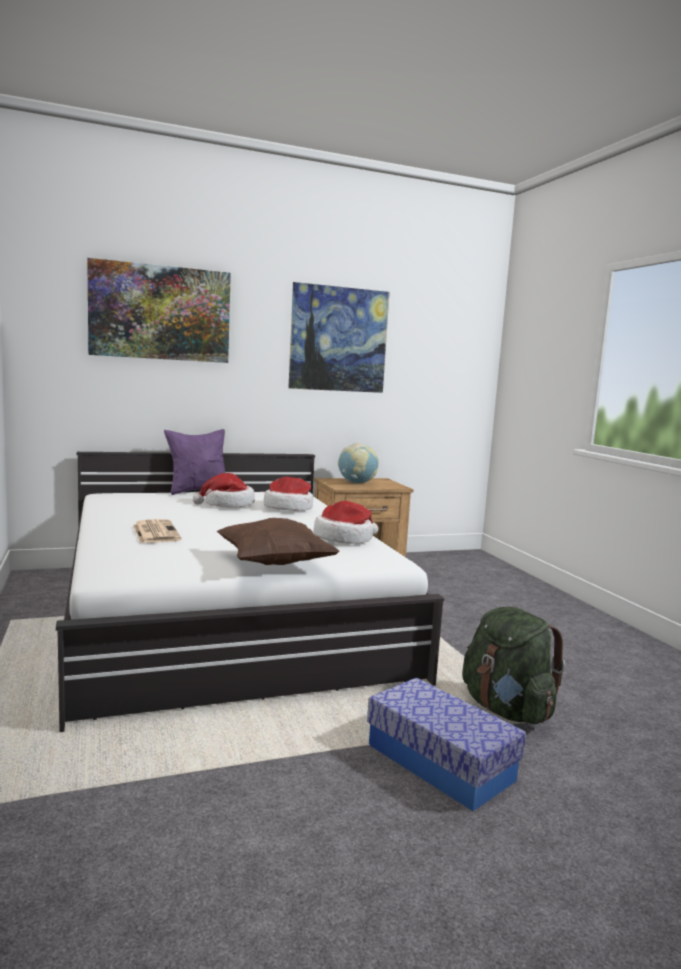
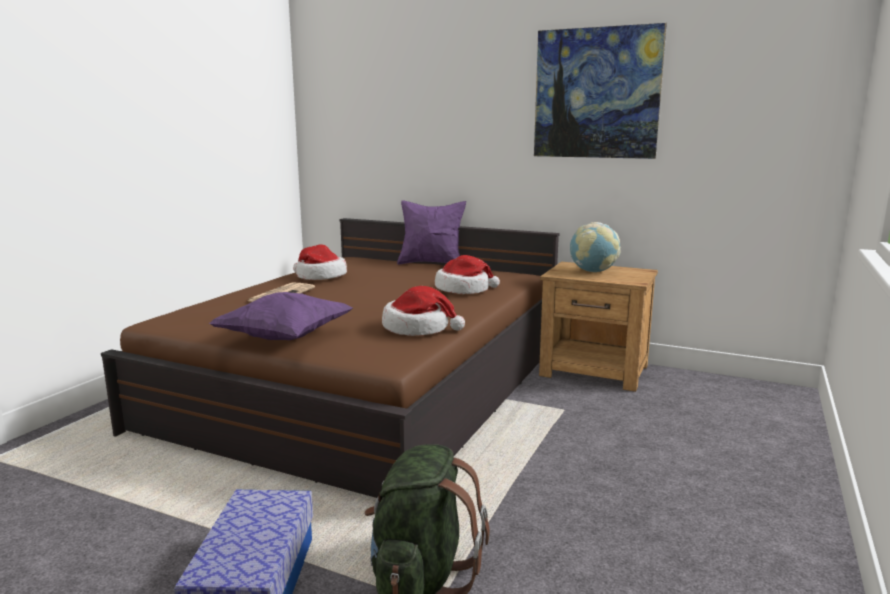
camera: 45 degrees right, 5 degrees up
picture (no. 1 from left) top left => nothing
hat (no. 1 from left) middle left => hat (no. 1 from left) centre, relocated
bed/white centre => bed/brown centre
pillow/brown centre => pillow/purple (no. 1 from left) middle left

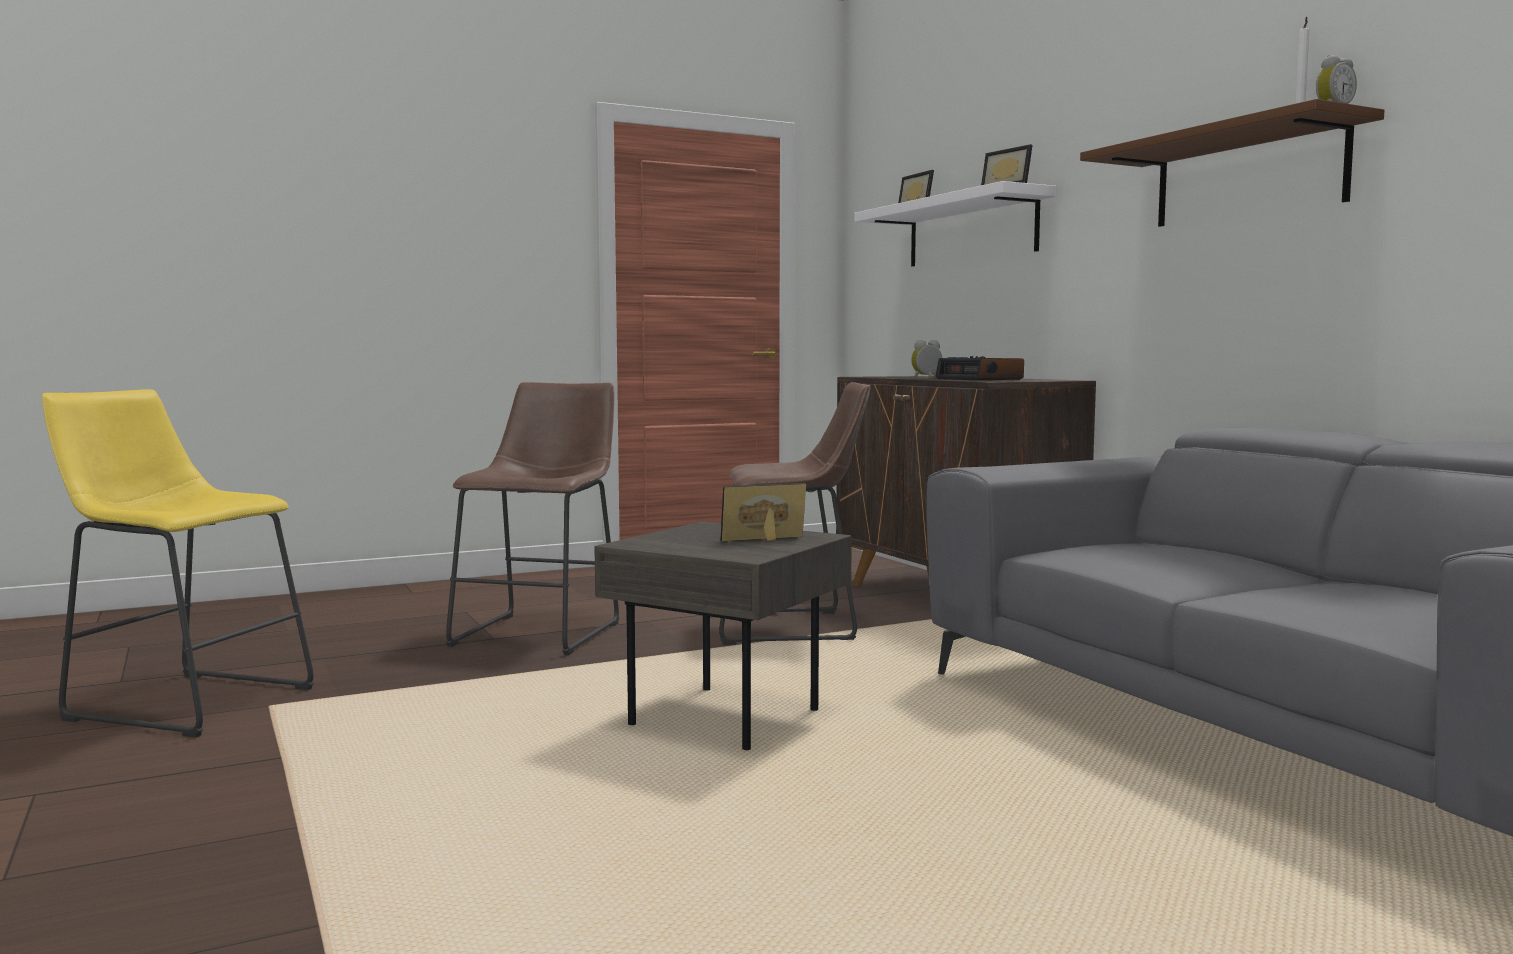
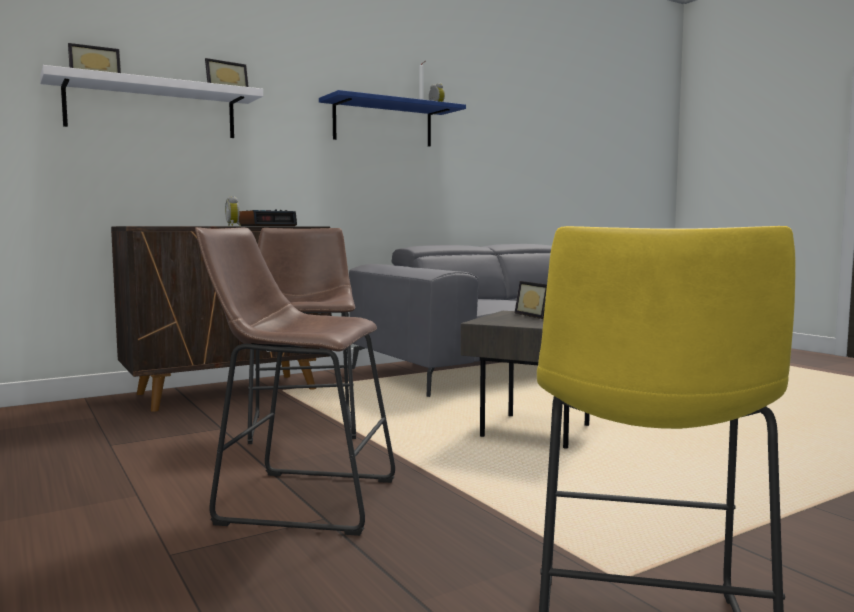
camera: 95 degrees left, 0 degrees up
shelf/brown top right => shelf/blue top centre

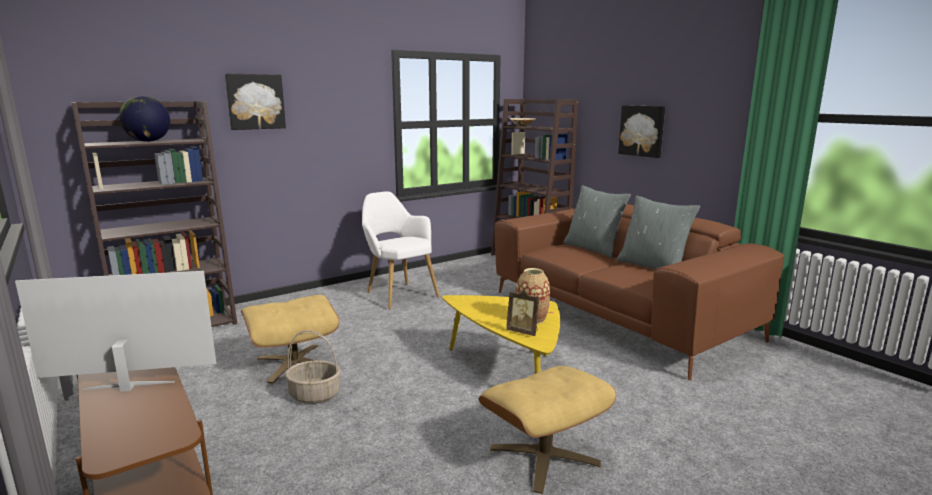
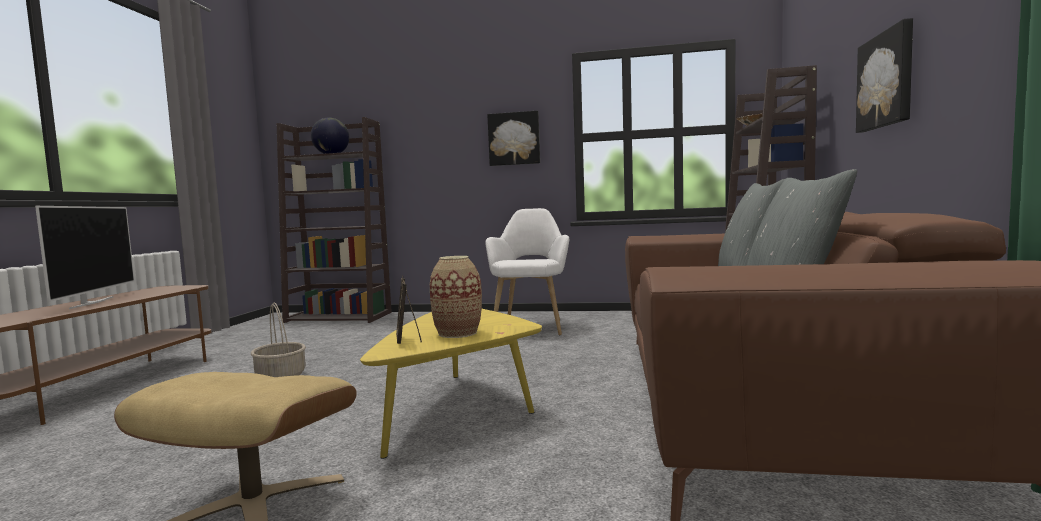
camera: 45 degrees right, 10 degrees down
ottoman/beige (no. 1 from left) bottom left => nothing
picture (no. 1 from left) top left => picture (no. 1 from left) top centre, relocated
television bottom left => television middle left, 45 degrees clockwise

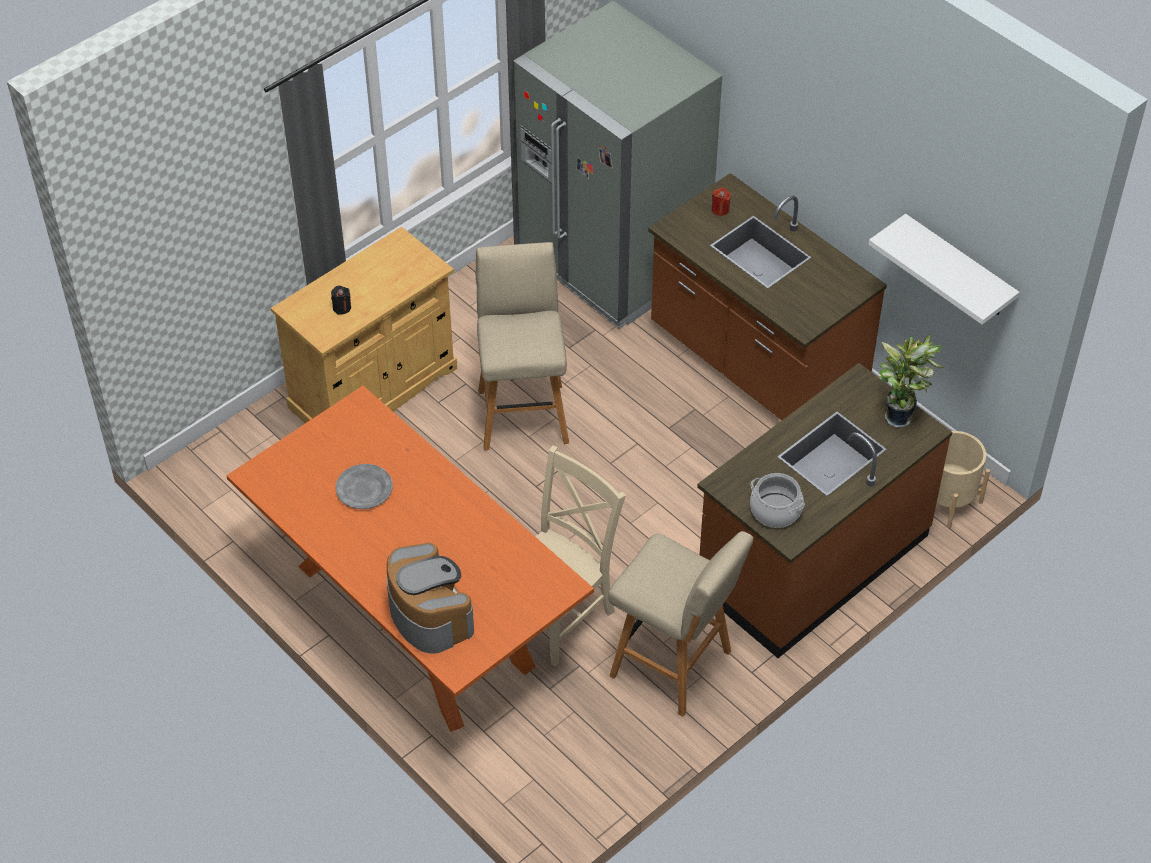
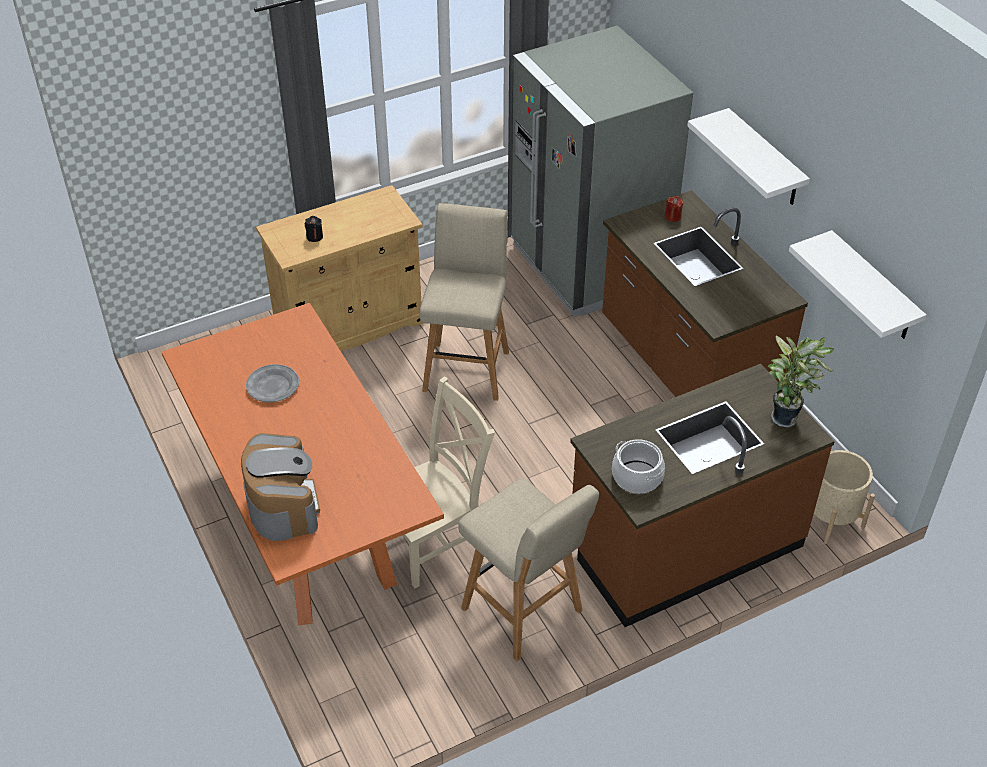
camera: 15 degrees right, 5 degrees down
nothing => shelf/white (no. 1 from left) top right

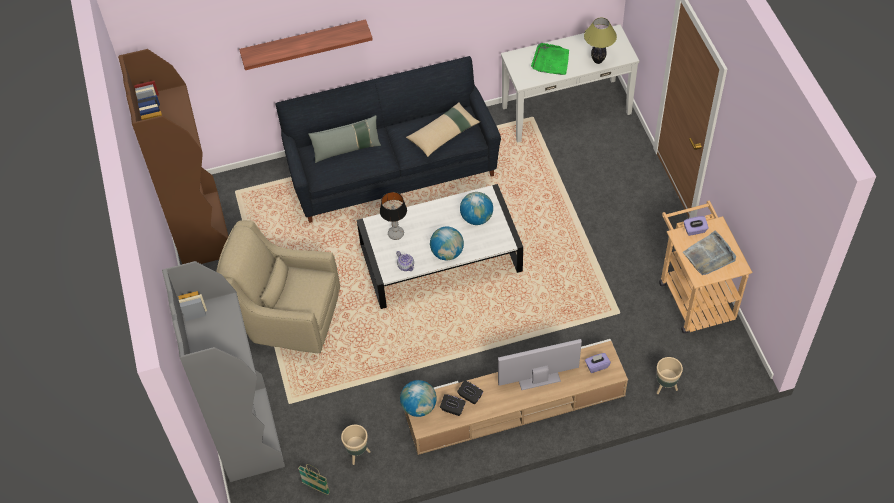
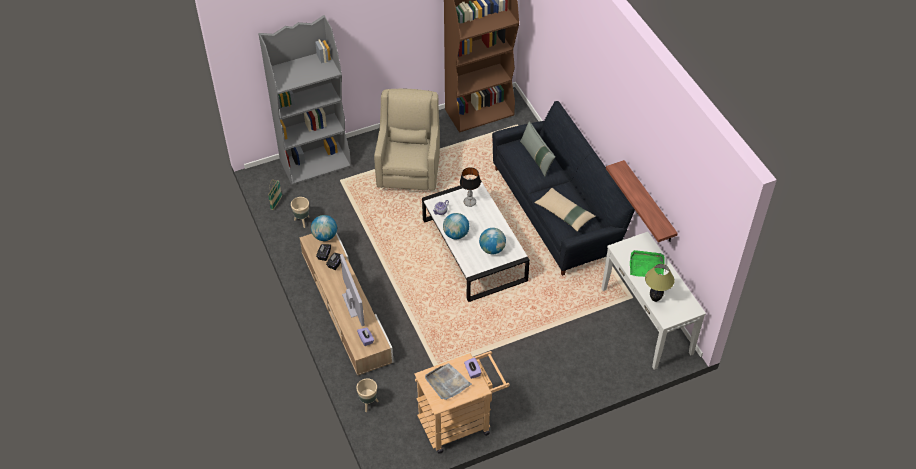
camera: 80 degrees right, 5 degrees down
shelf top centre => shelf middle right, relocated

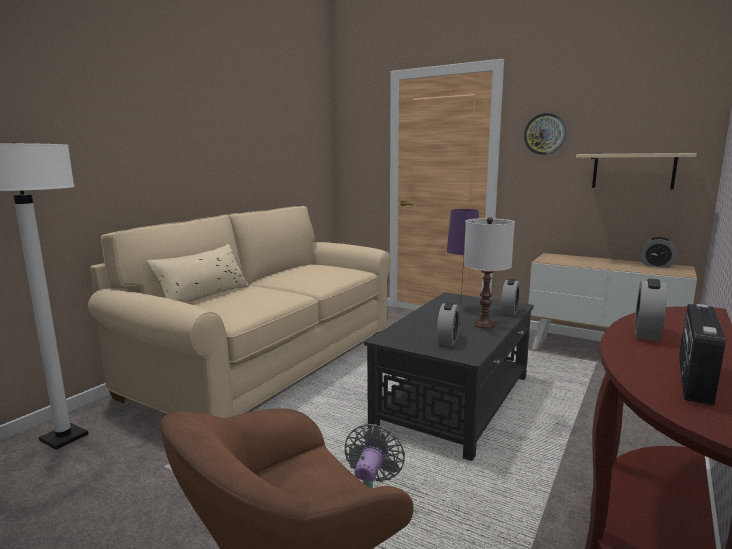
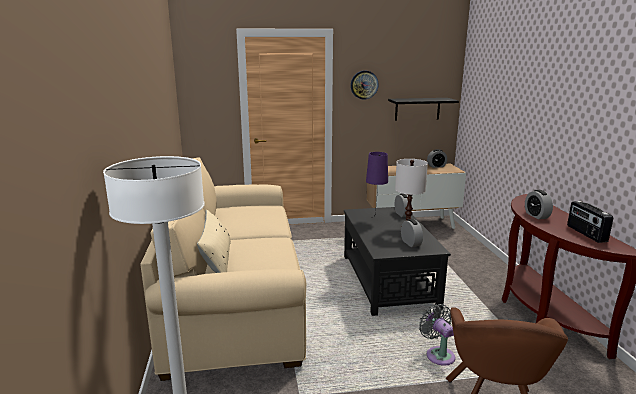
camera: 40 degrees left, 5 degrees up
shelf/beige top right => shelf/black top centre

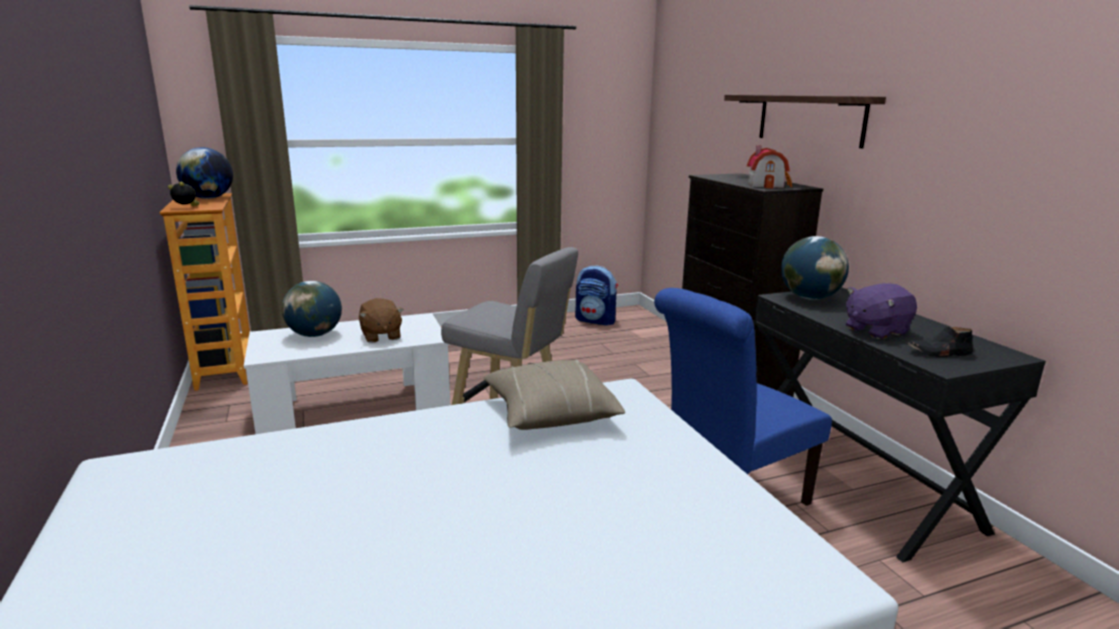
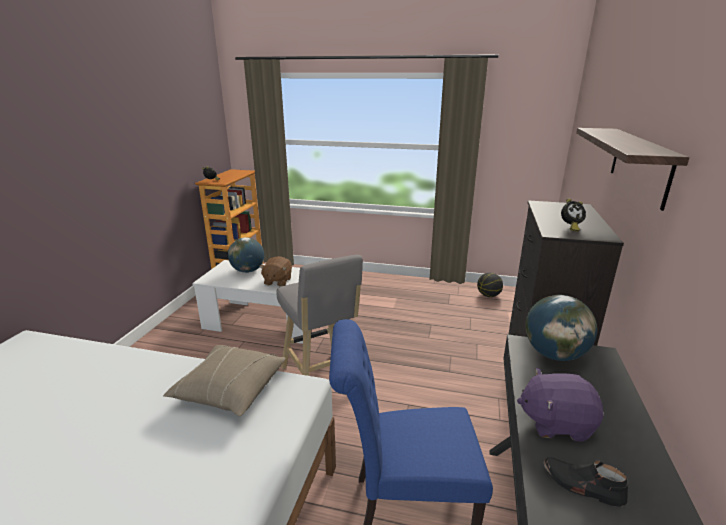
camera: 35 degrees right, 5 degrees up
globe (no. 1 from left) top left => nothing
backpack centre => basketball middle right
toy house top right => alarm clock (no. 2 from left) middle right

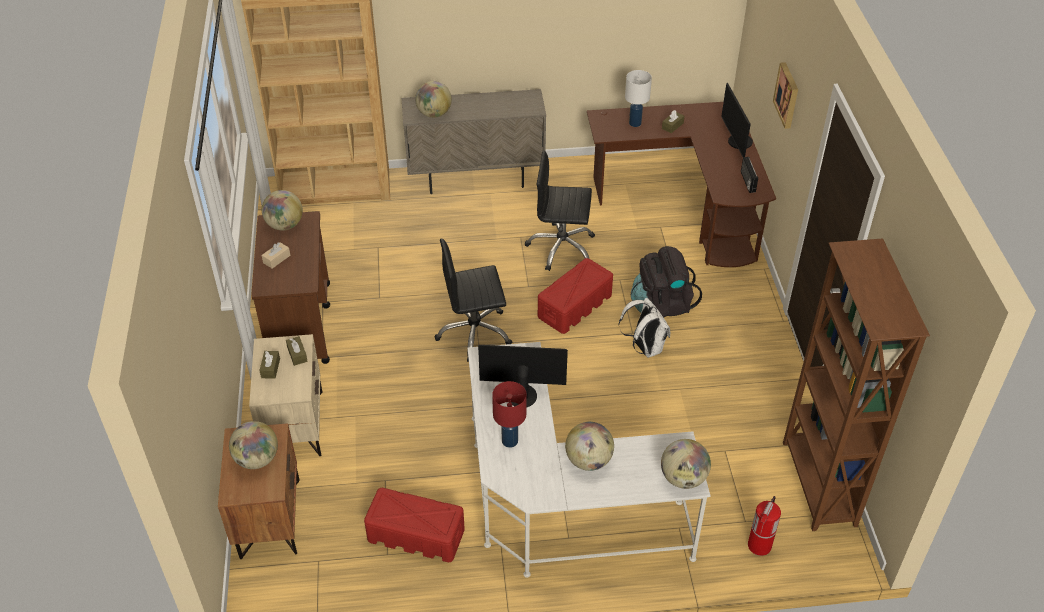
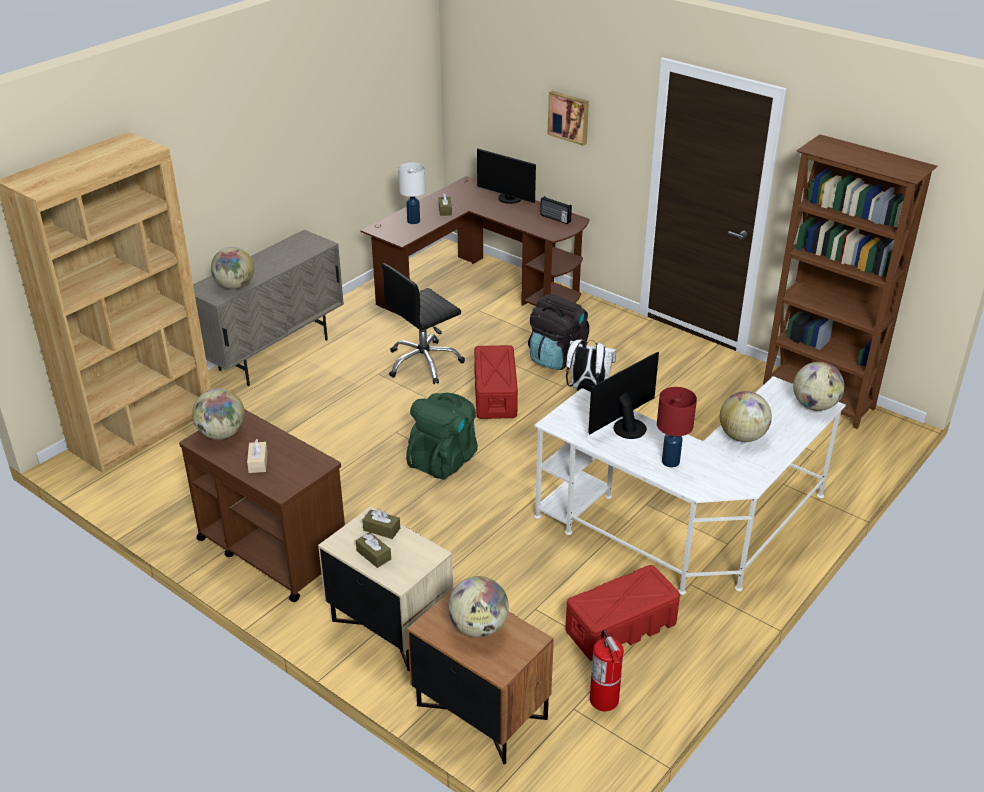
camera: 45 degrees left, 10 degrees down
fire extinguisher bottom right => fire extinguisher bottom centre, relocated
office chair/black (no. 1 from left) centre => backpack/green centre

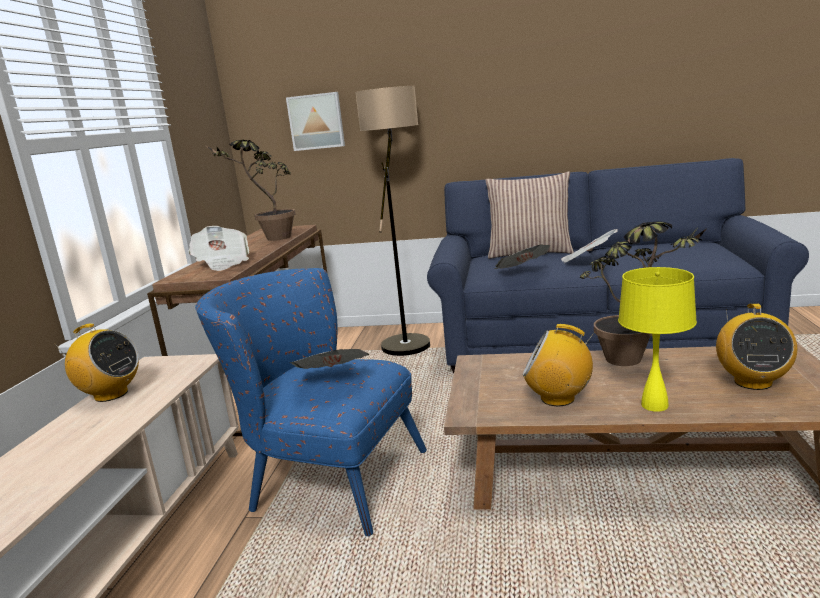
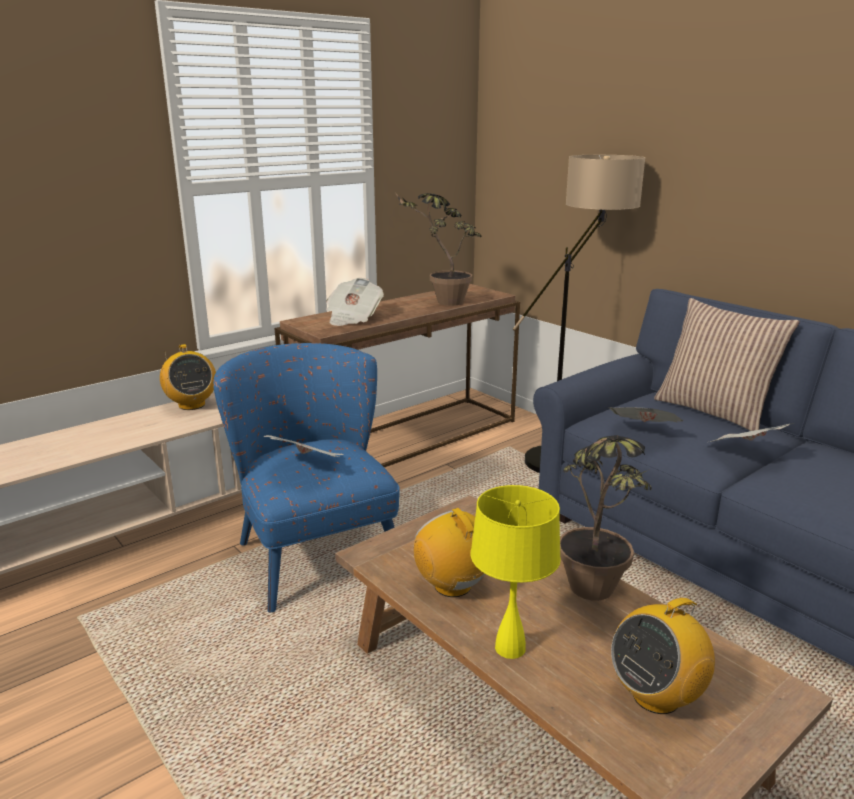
camera: 40 degrees right, 5 degrees up
picture top centre => nothing

